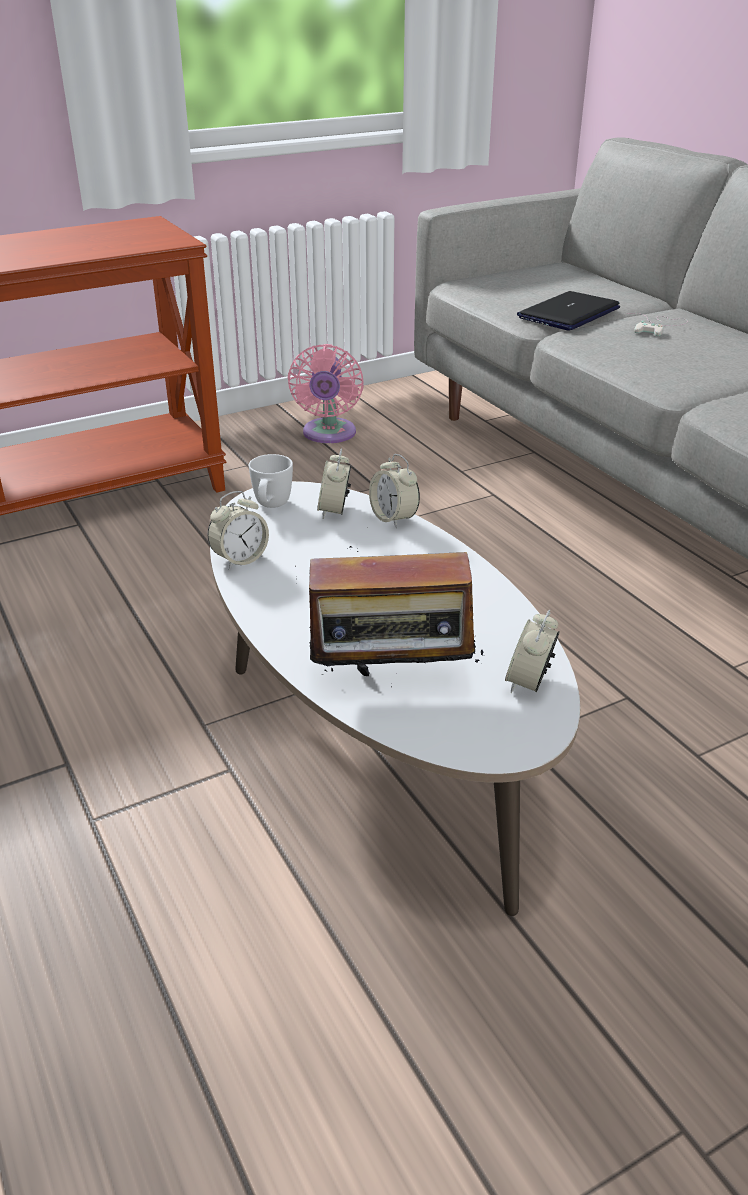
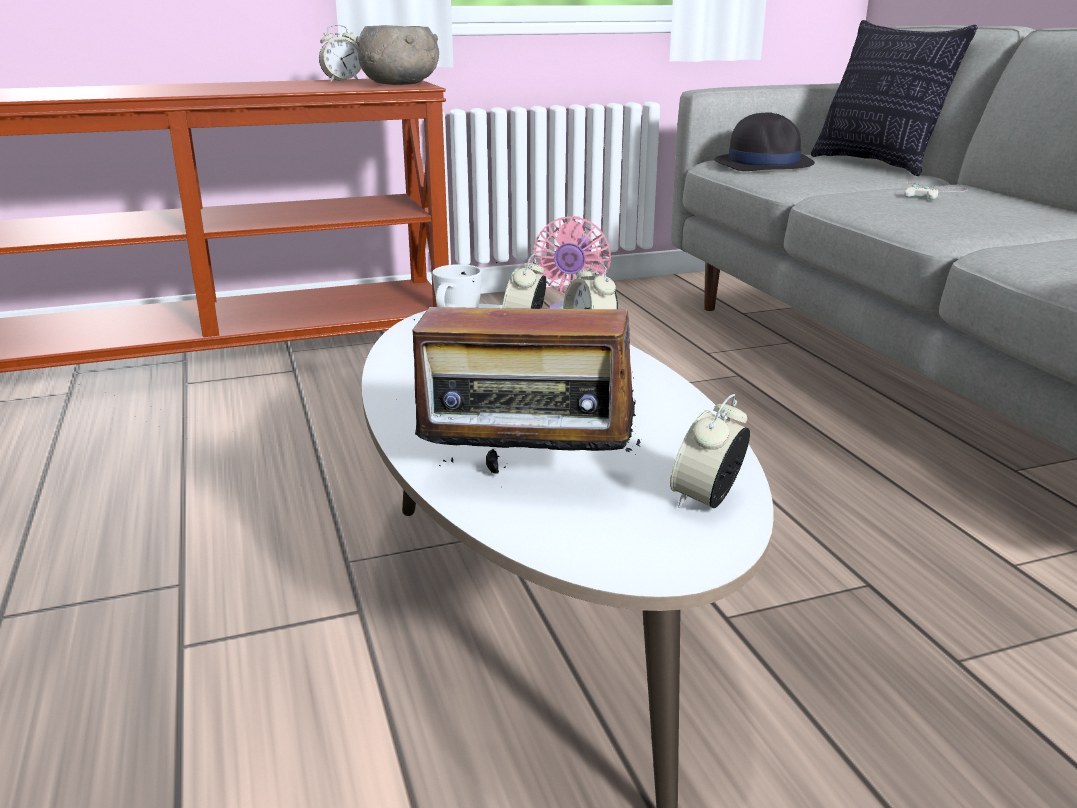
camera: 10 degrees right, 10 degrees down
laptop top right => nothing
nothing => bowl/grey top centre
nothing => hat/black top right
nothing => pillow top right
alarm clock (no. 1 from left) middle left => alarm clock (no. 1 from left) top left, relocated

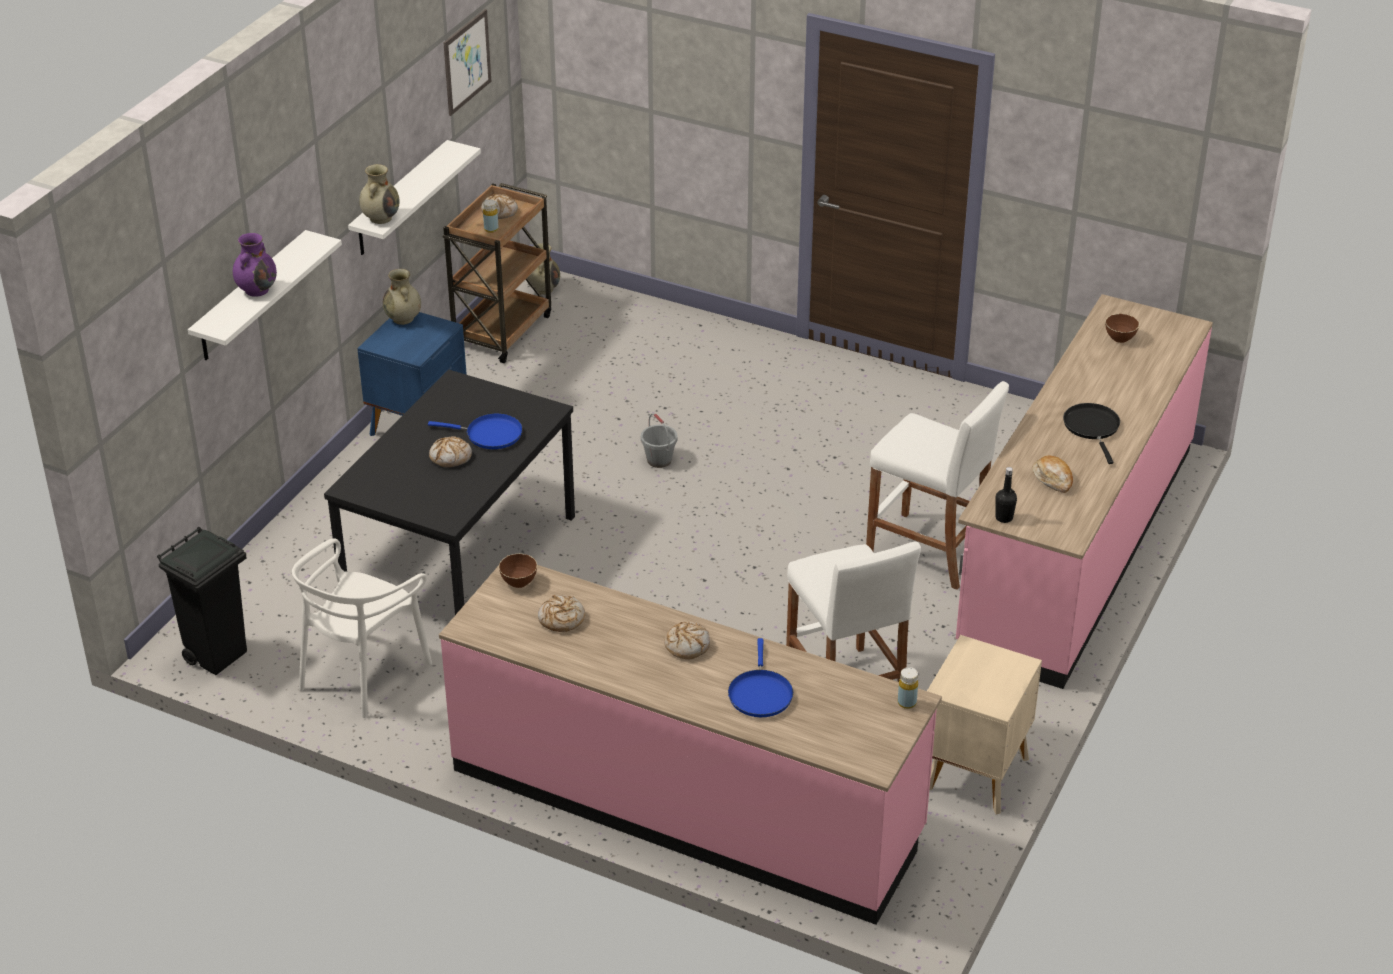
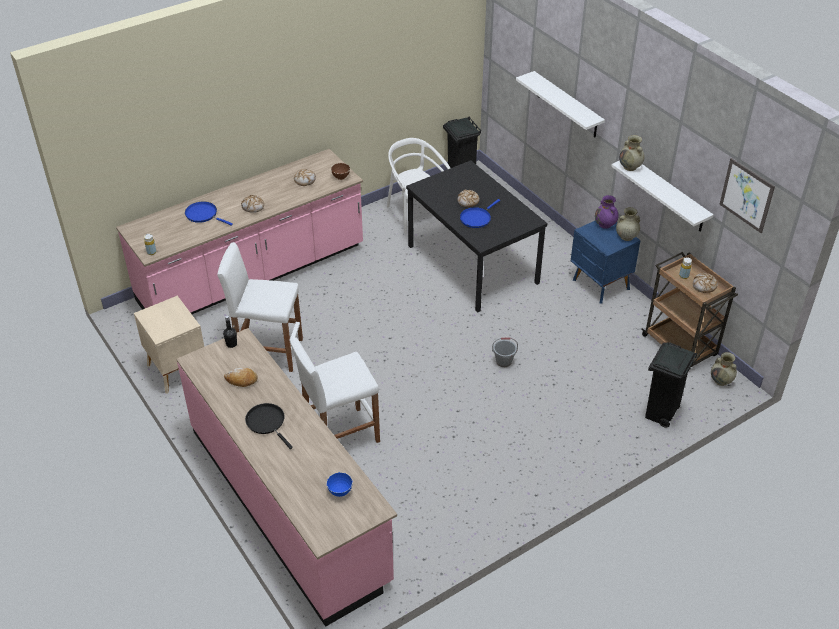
camera: 120 degrees right, 5 degrees up
nothing => trash can/black (no. 2 from left) middle right
vase/purple top left => vase/purple middle right, relocated
bowl/brown (no. 2 from left) middle right => bowl/blue bottom centre
frying pan/black middle right => frying pan/black bottom left, 150 degrees counterclockwise

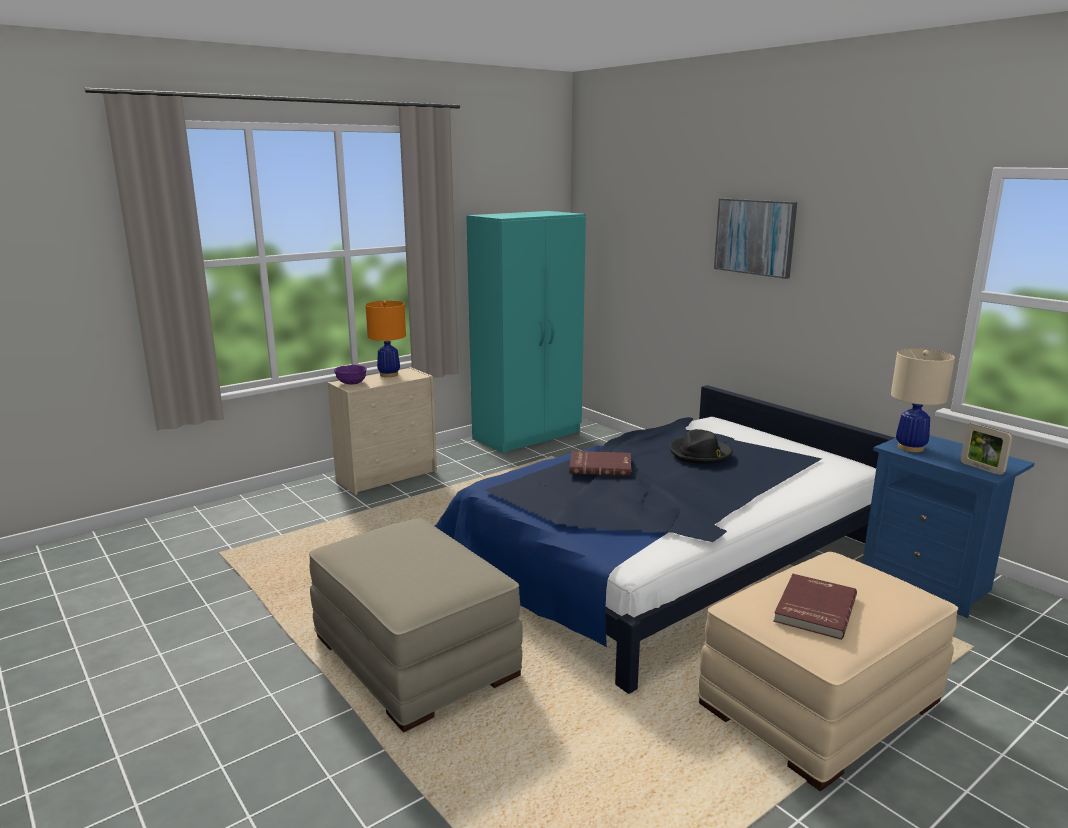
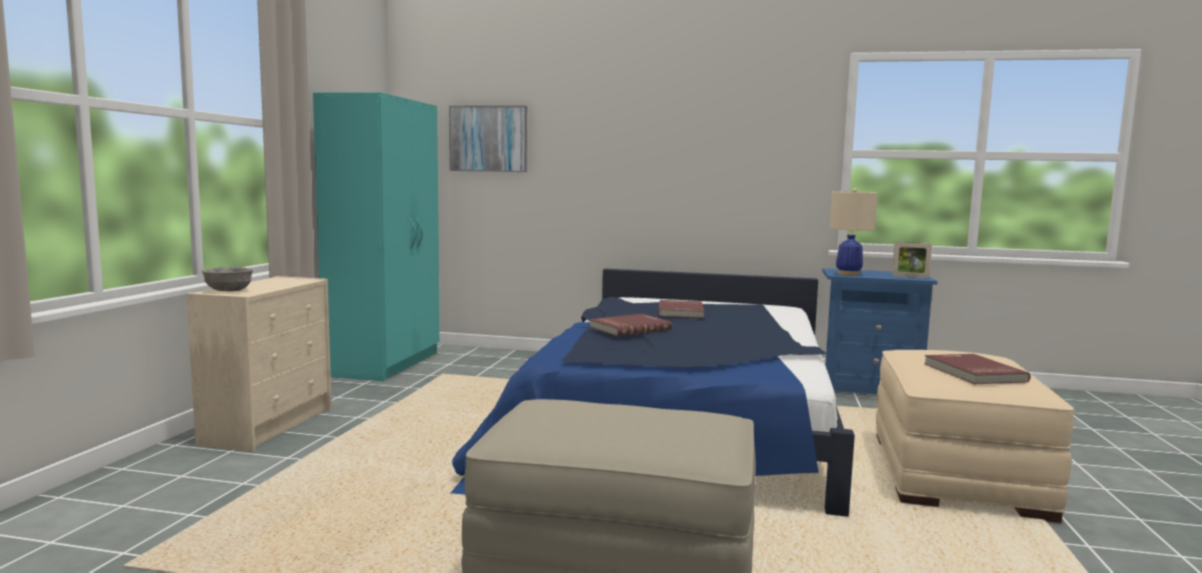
camera: 40 degrees left, 10 degrees down
table lamp/orange centre => nothing
picture top right => picture top centre, relocated
hat/black centre => book/red (no. 2 from left) centre
bowl/purple middle left => bowl/grey middle left

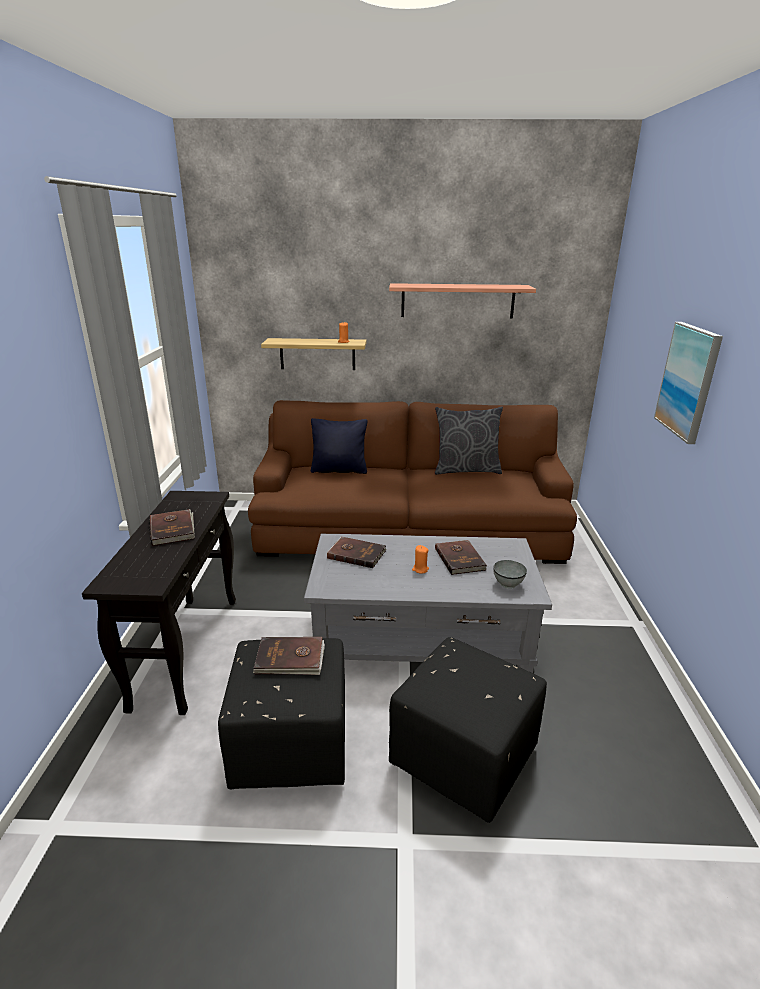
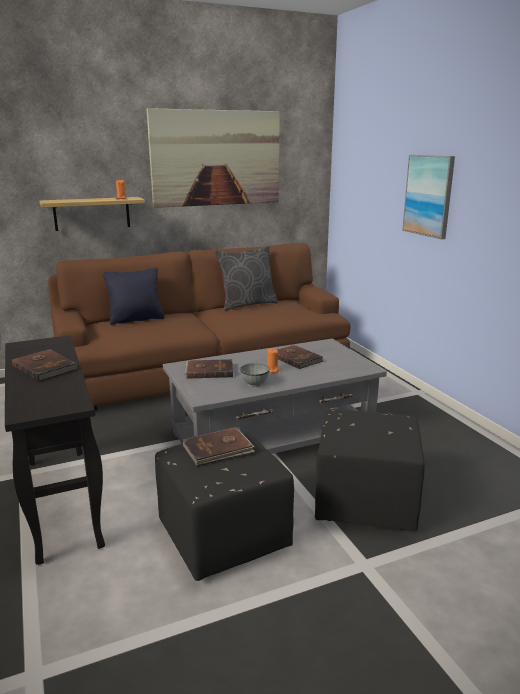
camera: 25 degrees left, 5 degrees down
bowl/grey middle right => bowl/grey centre, relocated
shelf (no. 2 from left) top centre => picture (no. 1 from left) top centre

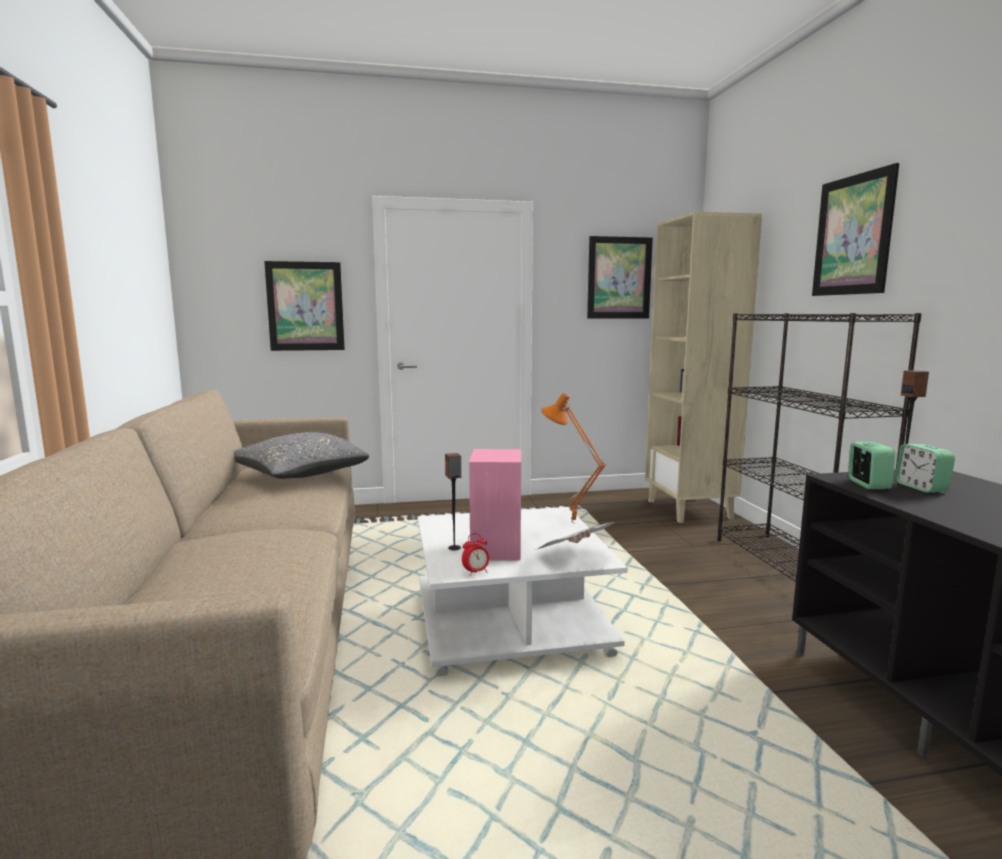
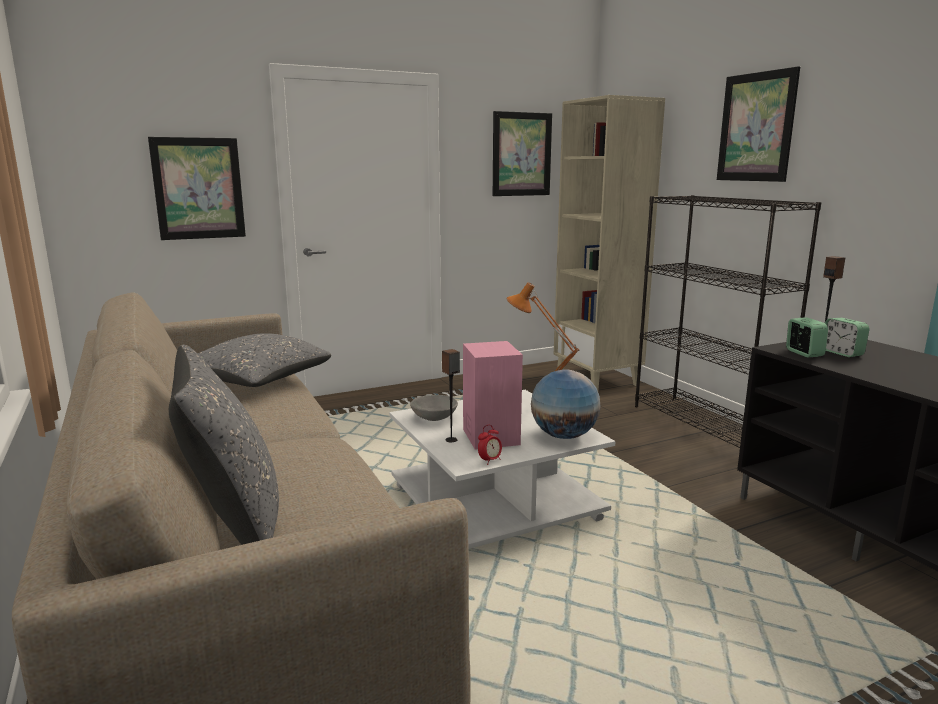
camera: 15 degrees left, 5 degrees up
nothing => pillow/grey (no. 1 from left) middle left
nothing => bowl/grey centre
newspaper centre => globe centre

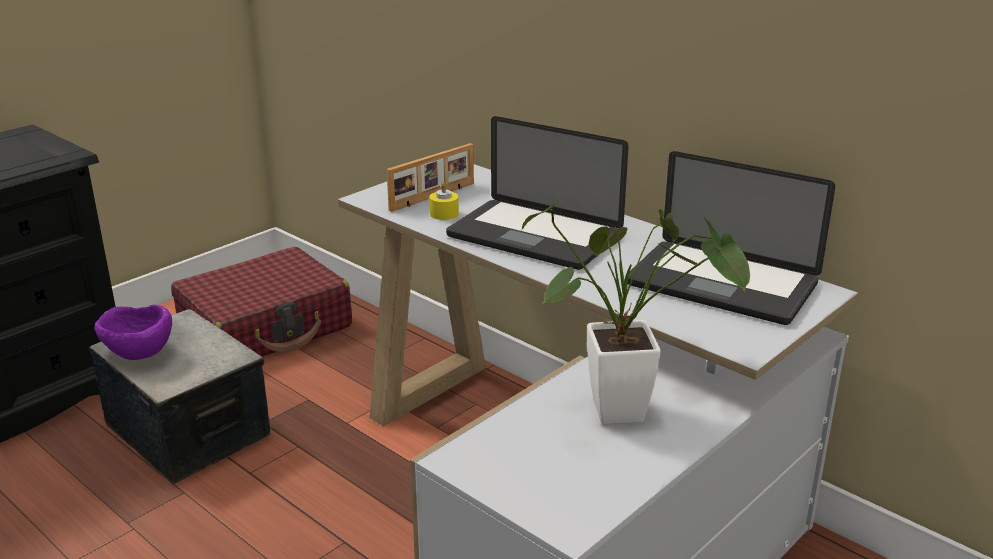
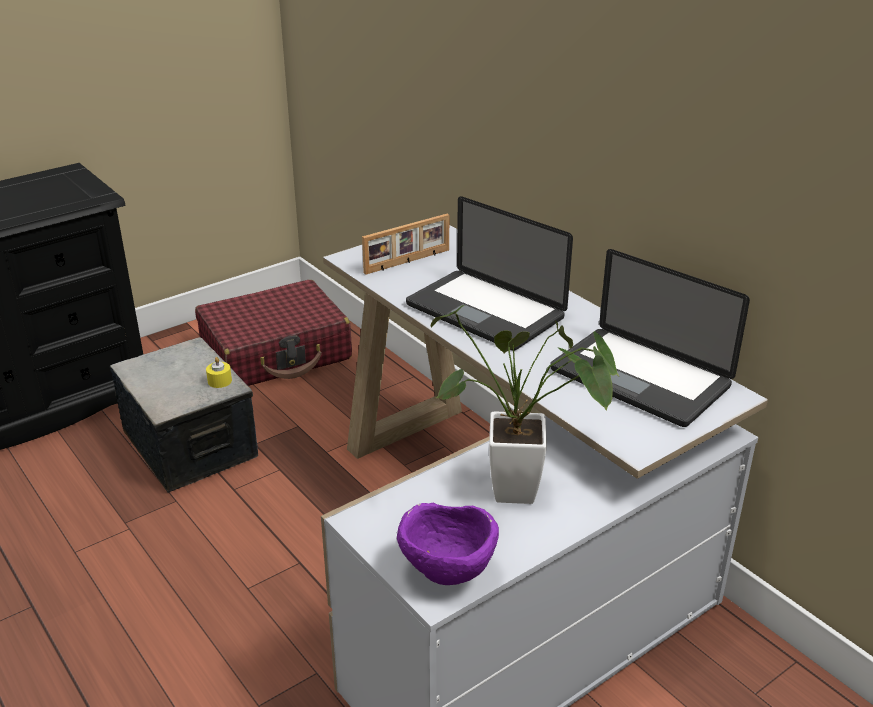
camera: 10 degrees right, 5 degrees up
bowl/purple middle left => bowl/purple bottom centre, relocated
candle/yellow centre => candle/yellow middle left, relocated

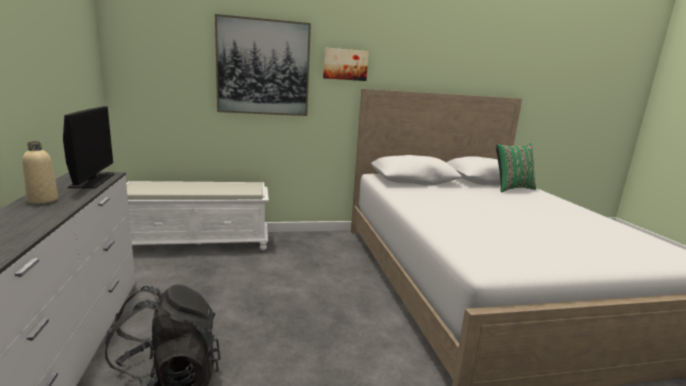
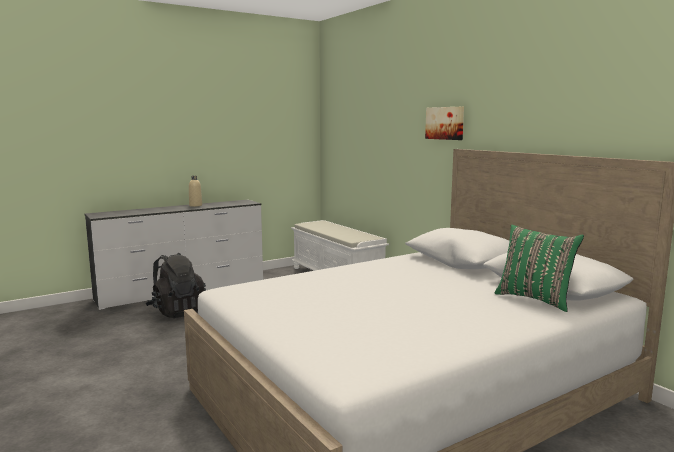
camera: 70 degrees right, 5 degrees down
monitor middle left => nothing
picture (no. 1 from left) top centre => nothing

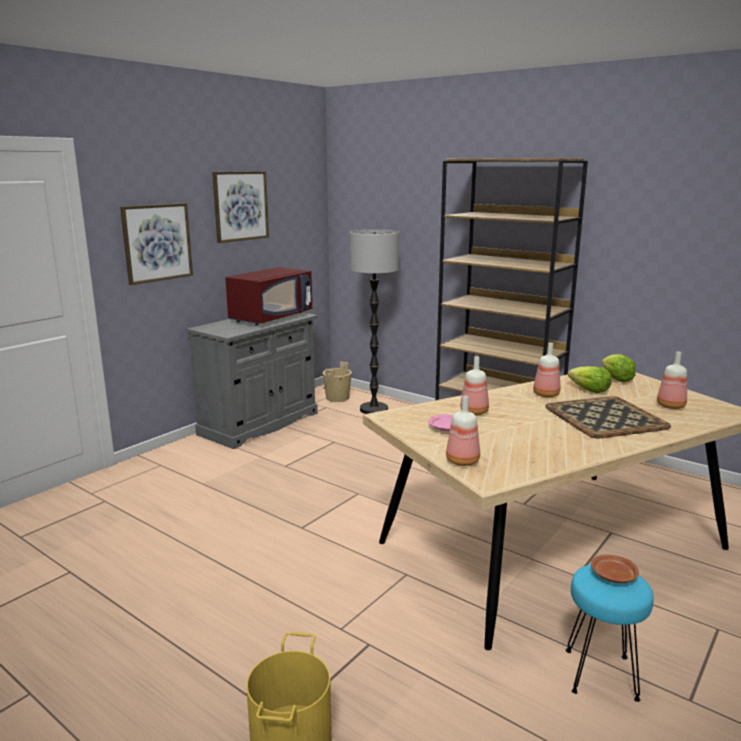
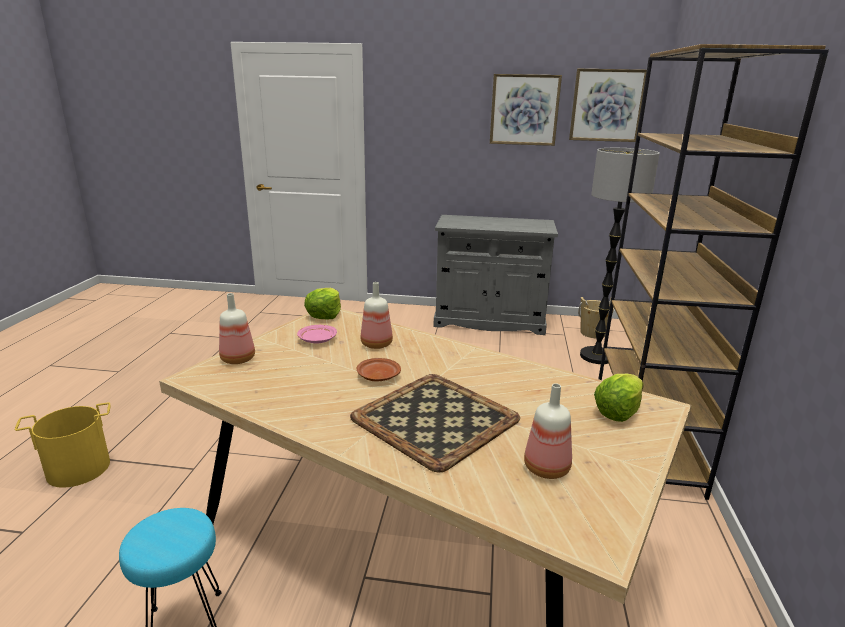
camera: 60 degrees right, 5 degrees up
microwave/red centre => nothing
bottle (no. 3 from left) middle right => nothing
picture (no. 1 from left in the first image) top left => picture (no. 2 from left) top right, relocated
lettuce (no. 1 from left) middle right => lettuce (no. 1 from left) centre, relocated
plate/brown bottom right => plate/brown centre, relocated

